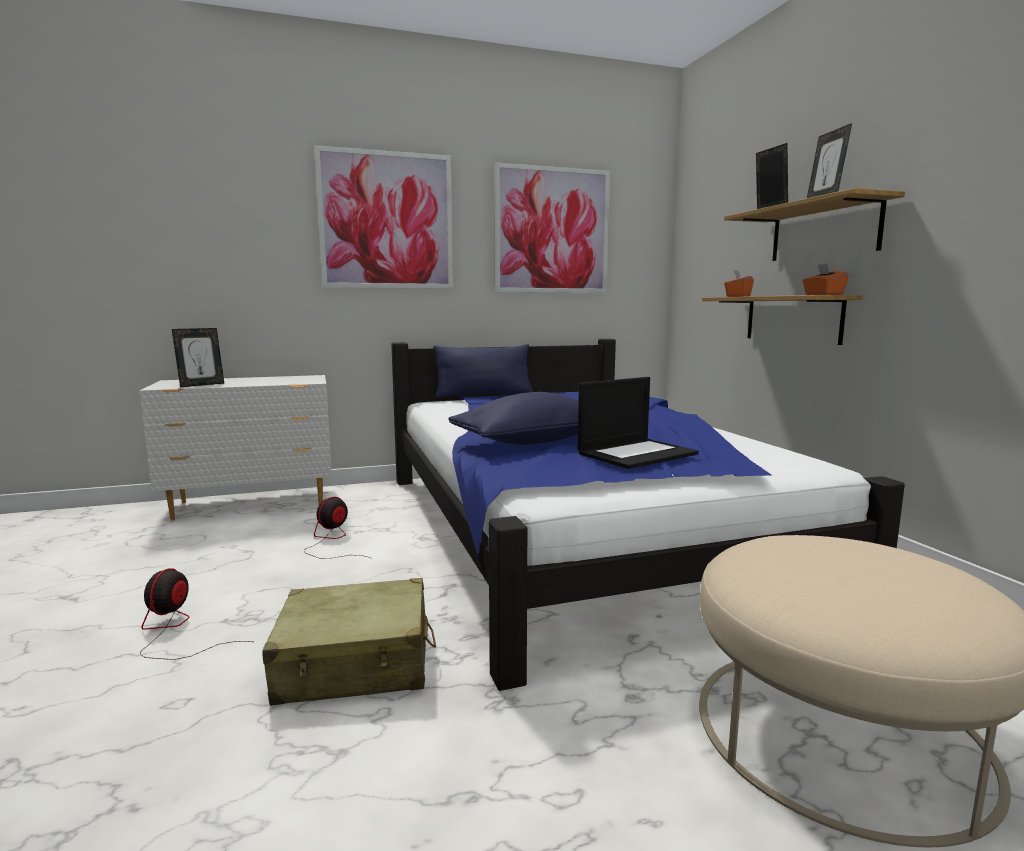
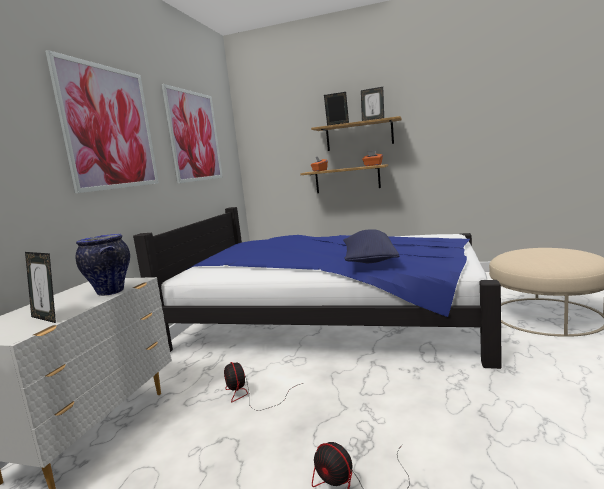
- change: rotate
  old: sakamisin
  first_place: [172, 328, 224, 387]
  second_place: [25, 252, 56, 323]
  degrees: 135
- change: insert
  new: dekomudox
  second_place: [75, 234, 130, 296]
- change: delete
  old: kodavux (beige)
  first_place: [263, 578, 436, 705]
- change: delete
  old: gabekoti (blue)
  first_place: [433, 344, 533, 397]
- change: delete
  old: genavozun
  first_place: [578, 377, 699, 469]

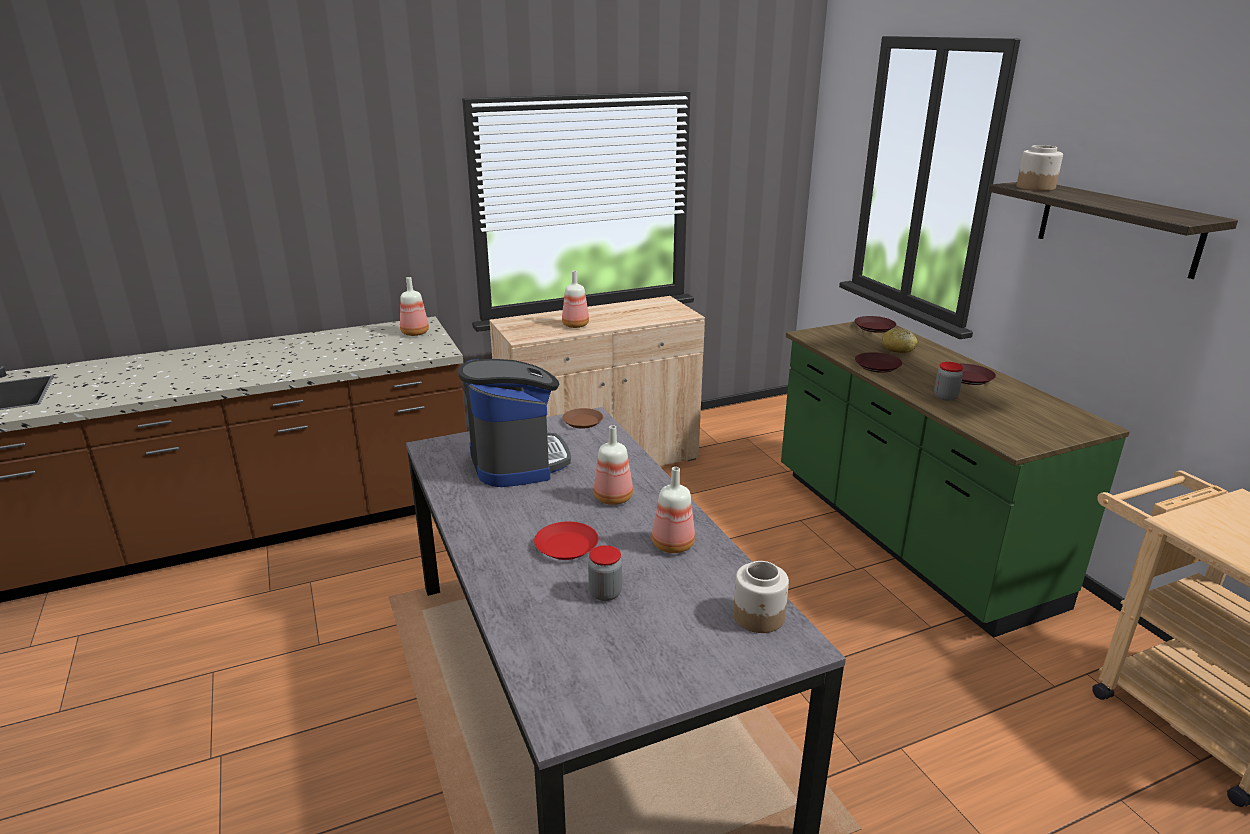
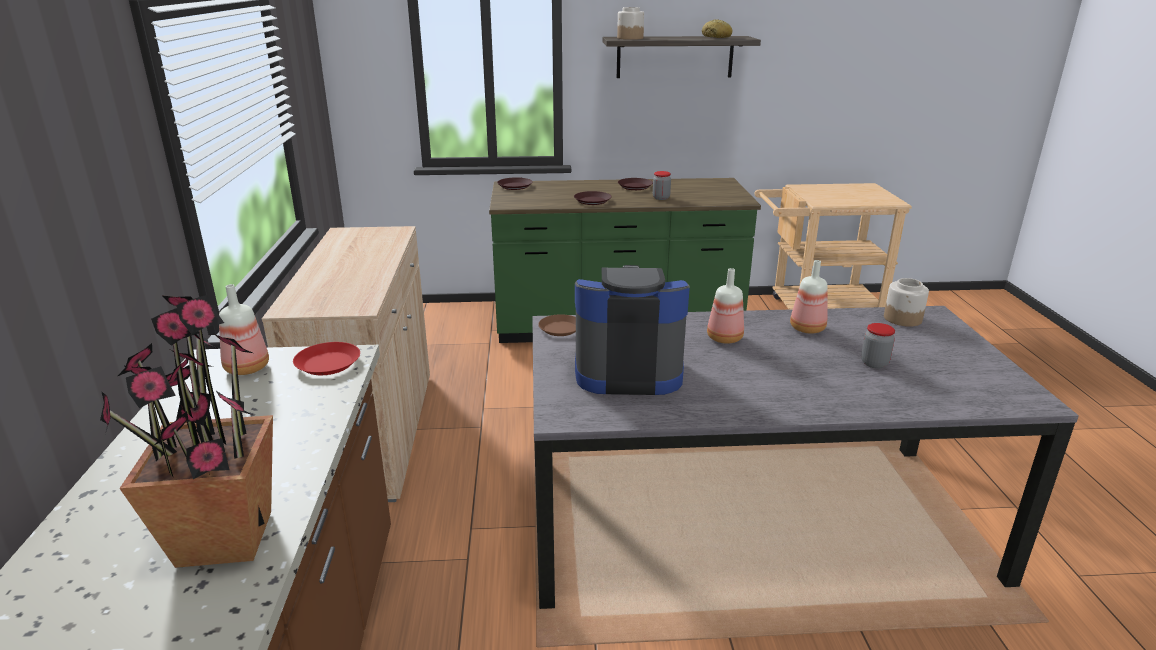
- change: insert
  new: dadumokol
  second_place: [100, 295, 273, 568]
- change: move
  old: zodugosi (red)
  first_place: [534, 522, 598, 560]
  second_place: [293, 342, 360, 375]
- change: move
  old: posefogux
  first_place: [882, 328, 918, 353]
  second_place: [702, 19, 732, 38]
- change: delete
  old: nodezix
  first_place: [562, 271, 589, 328]

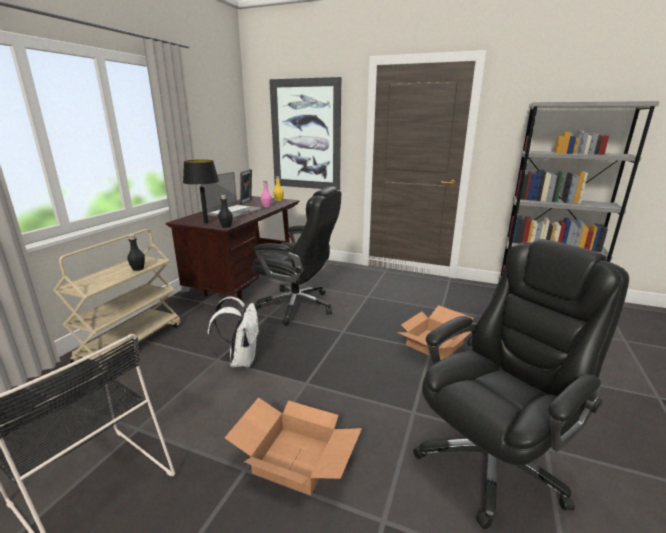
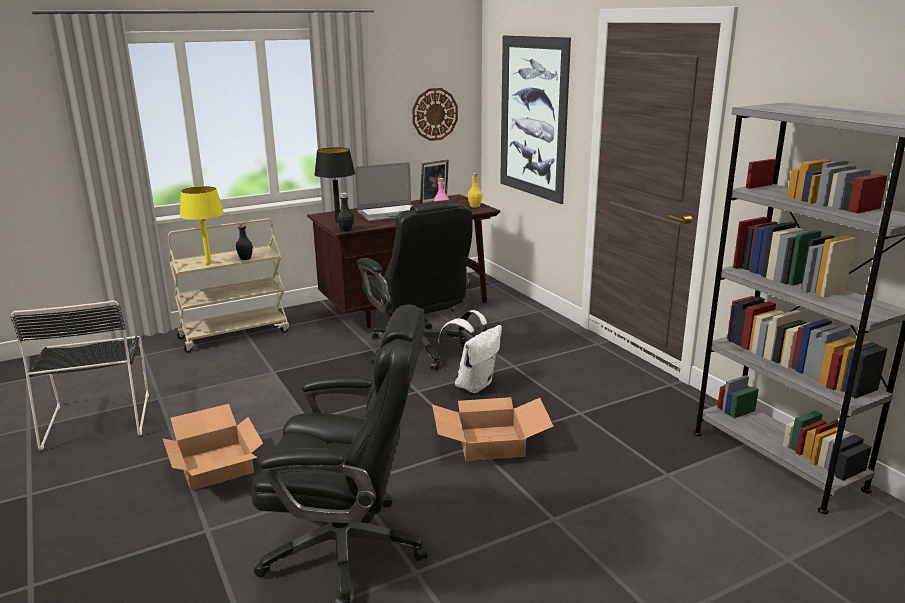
- change: insert
  new: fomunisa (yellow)
  second_place: [180, 186, 224, 265]
- change: insert
  new: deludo
  second_place: [412, 88, 458, 141]
- change: move
  old: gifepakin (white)
  first_place: [207, 297, 260, 367]
  second_place: [437, 310, 502, 393]

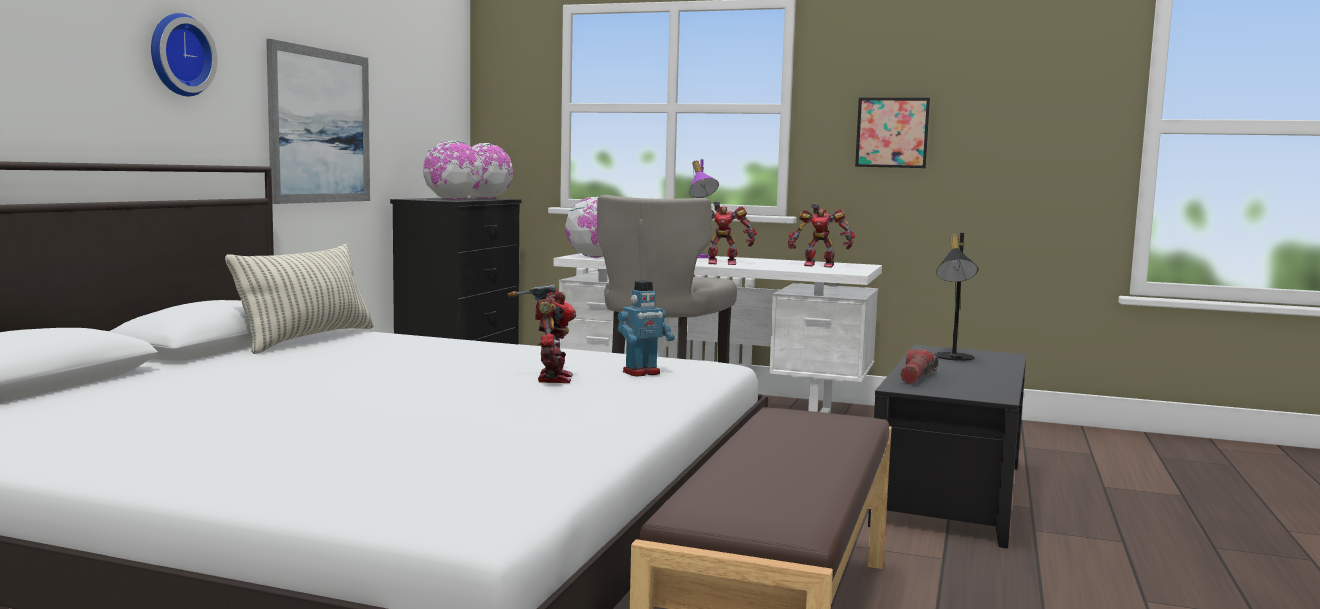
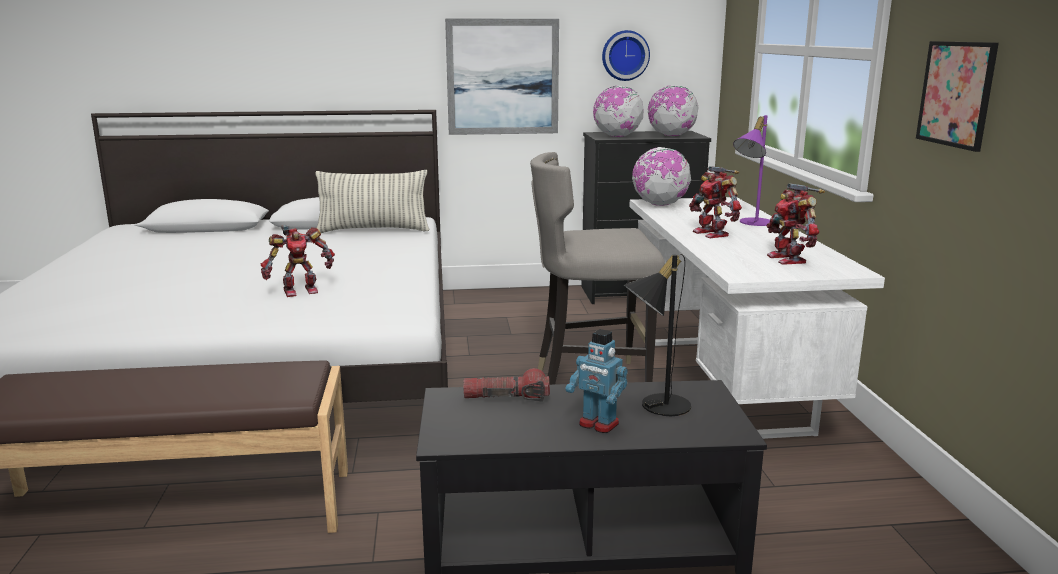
- change: move
  old: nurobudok
  first_place: [618, 281, 675, 377]
  second_place: [565, 329, 628, 433]
- change: move
  old: deludo
  first_place: [151, 13, 217, 96]
  second_place: [602, 30, 650, 81]

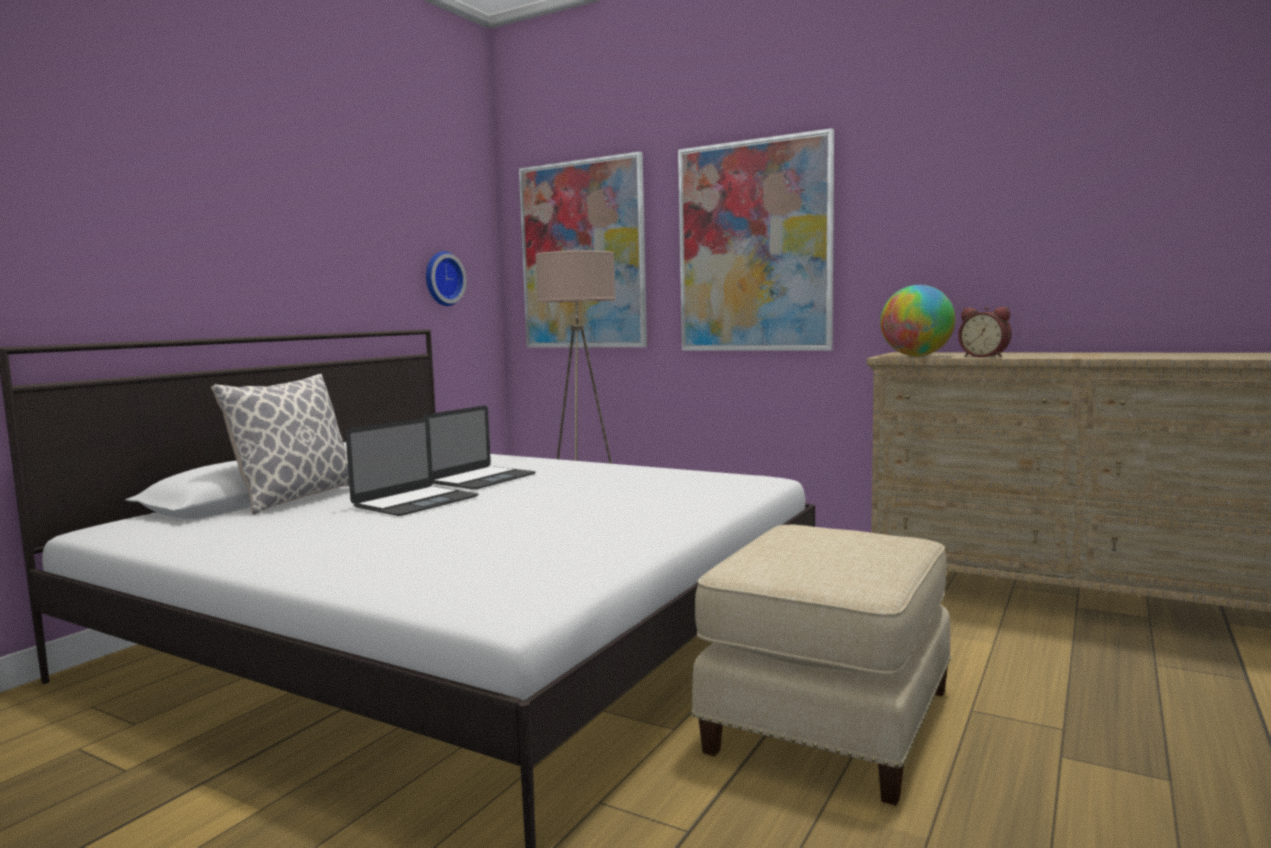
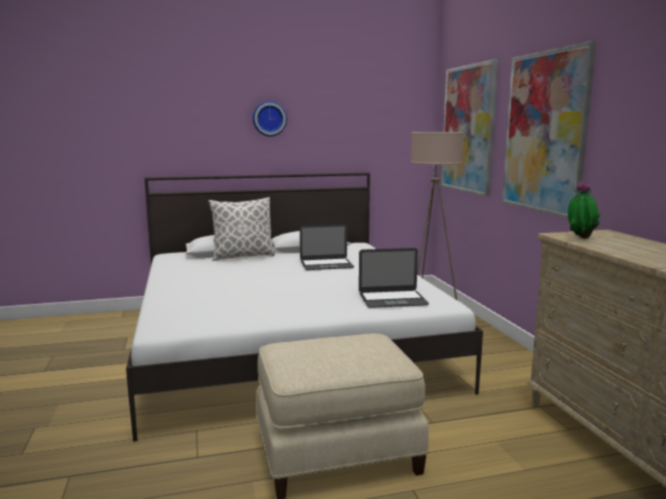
- change: move
  old: deludo
  first_place: [426, 251, 466, 306]
  second_place: [253, 101, 287, 136]
- change: move
  old: genavozun
  first_place: [346, 417, 479, 516]
  second_place: [359, 248, 429, 308]
- change: replace
  old: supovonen
  new: dadumokol
  first_place: [880, 285, 955, 356]
  second_place: [568, 181, 601, 239]
- change: delete
  old: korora
  first_place: [958, 307, 1012, 357]

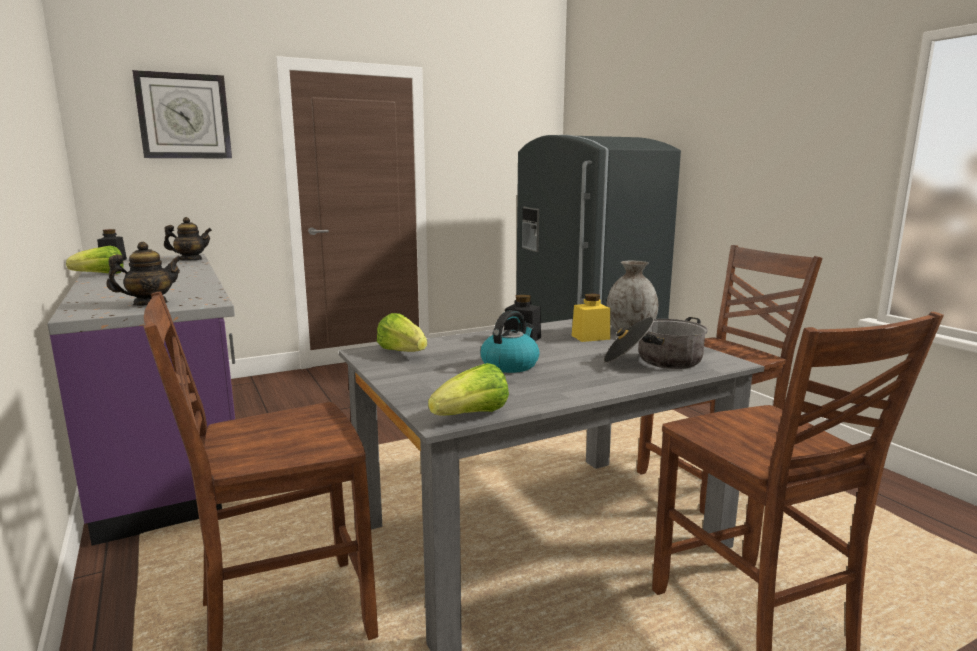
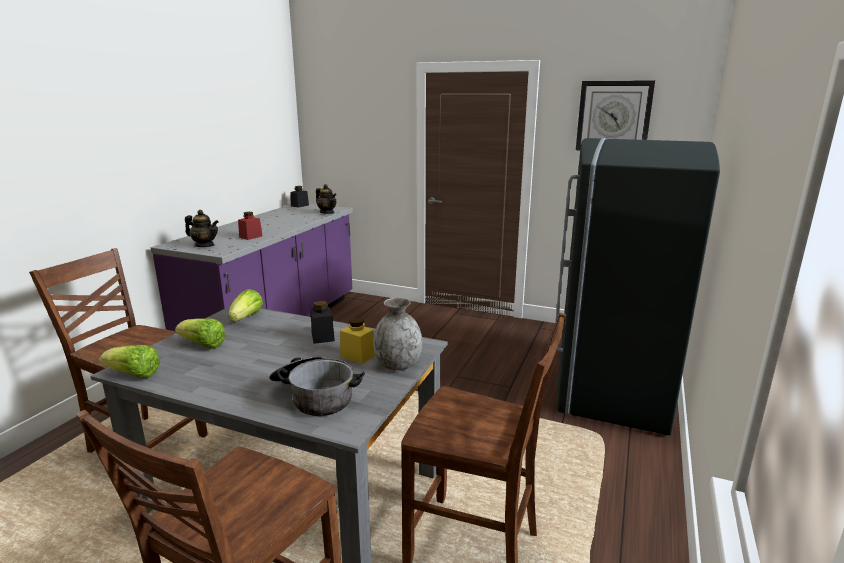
- change: move
  old: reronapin
  first_place: [66, 246, 124, 274]
  second_place: [175, 318, 225, 349]
- change: insert
  new: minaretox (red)
  second_place: [238, 212, 263, 240]
- change: move
  old: deludo
  first_place: [132, 70, 232, 158]
  second_place: [576, 80, 655, 150]
- change: delete
  old: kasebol
  first_place: [481, 310, 539, 373]

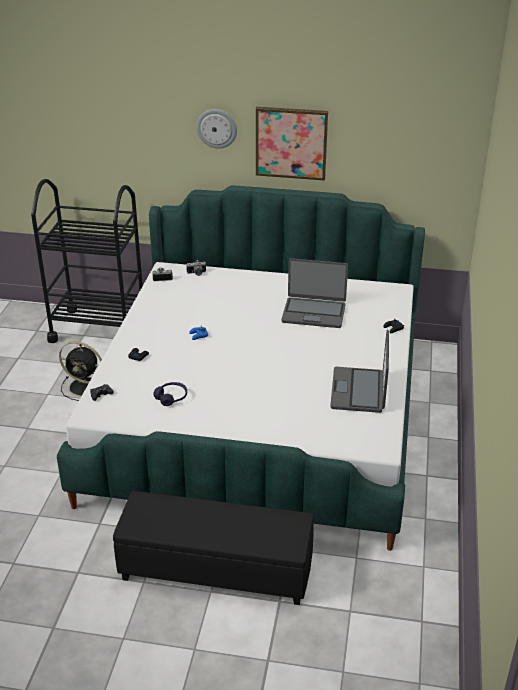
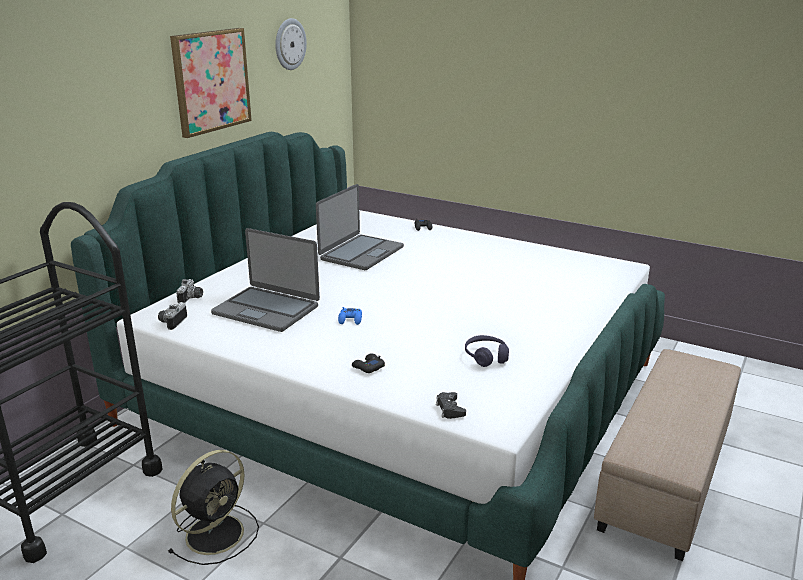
- change: move
  old: genavozun
  first_place: [330, 329, 389, 413]
  second_place: [211, 228, 320, 332]
- change: move
  old: deludo
  first_place: [196, 109, 237, 149]
  second_place: [275, 18, 307, 70]
- change: recolor
  old: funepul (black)
  new: funepul (beige)
  first_place: [113, 491, 314, 605]
  second_place: [594, 349, 741, 561]

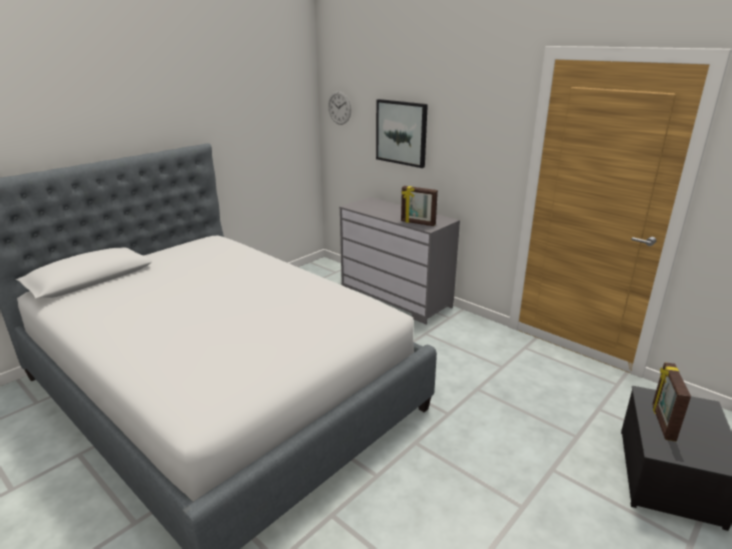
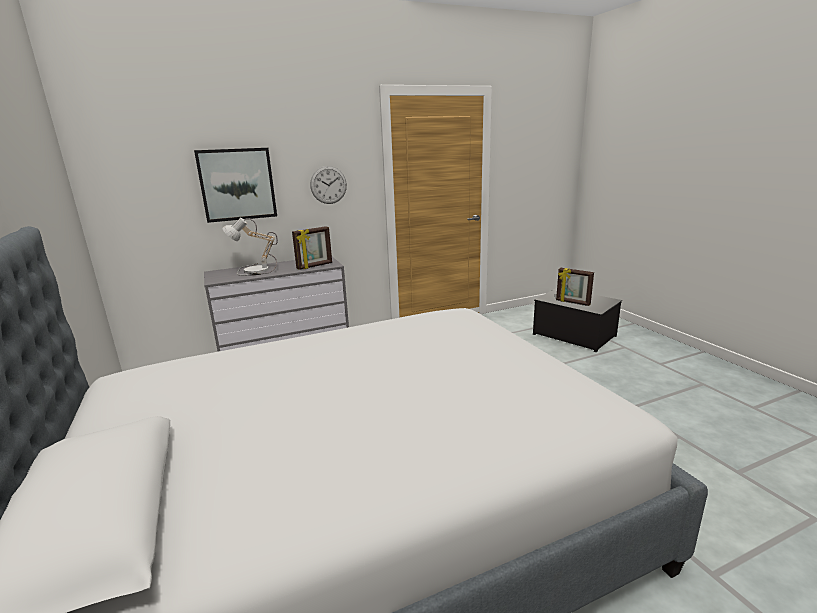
- change: insert
  new: fomunisa
  second_place: [222, 217, 278, 276]
- change: move
  old: deludo
  first_place: [328, 91, 351, 125]
  second_place: [310, 166, 347, 204]

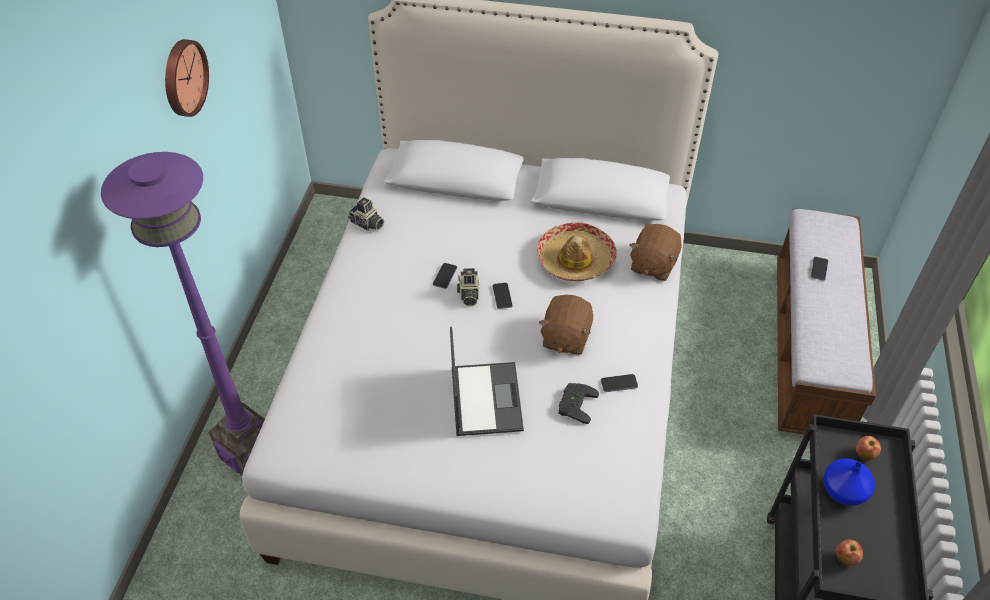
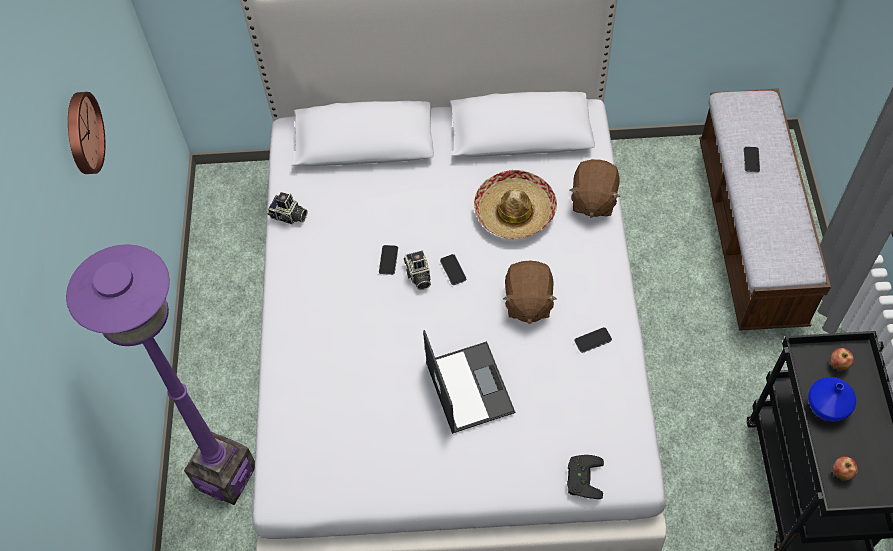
- change: move
  old: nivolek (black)
  first_place: [559, 383, 599, 424]
  second_place: [567, 455, 604, 499]

